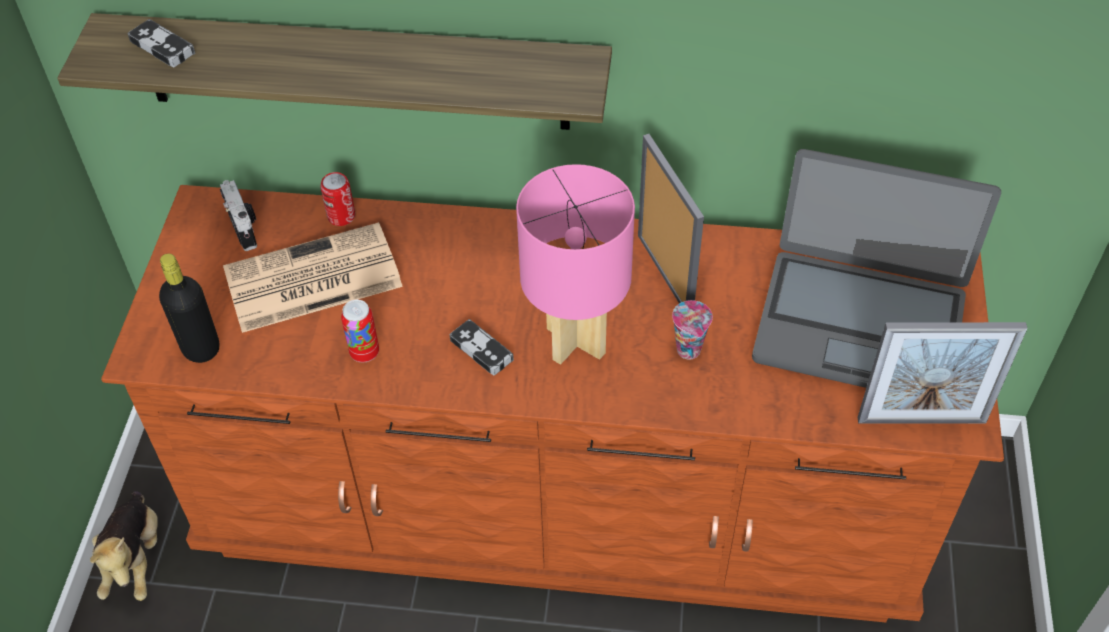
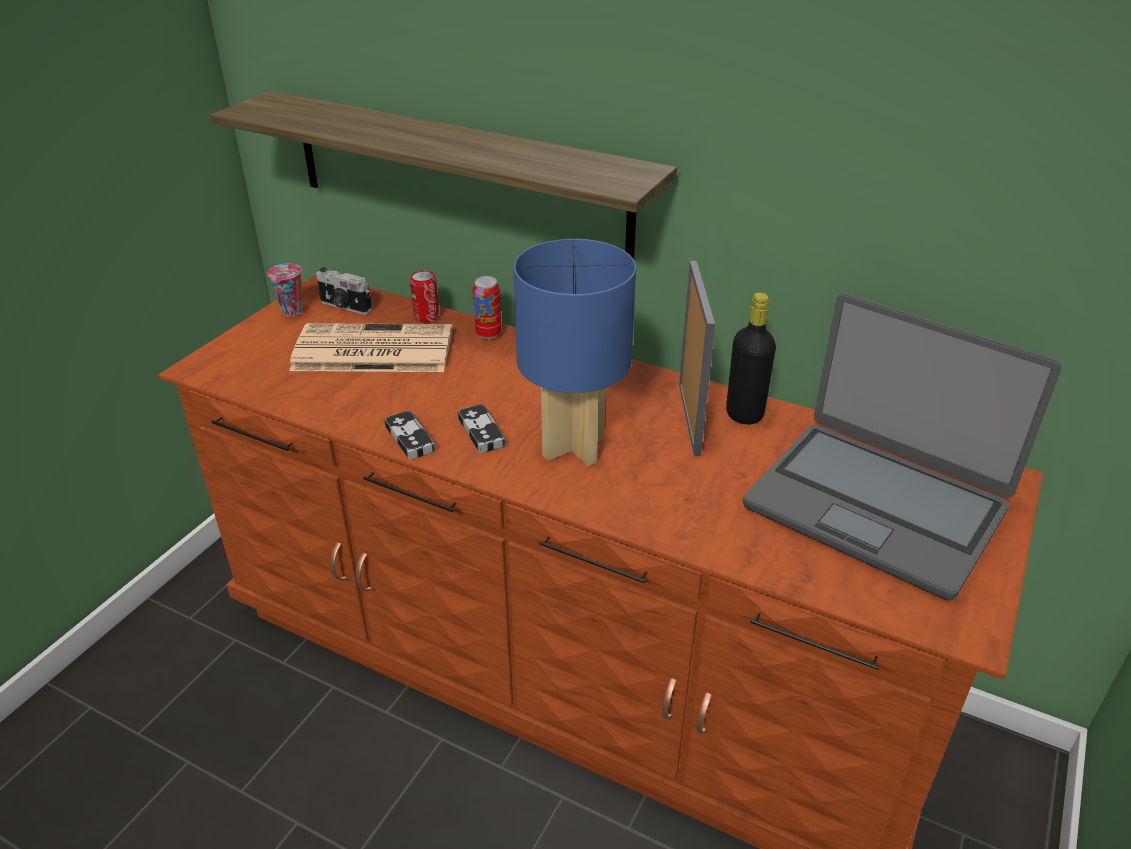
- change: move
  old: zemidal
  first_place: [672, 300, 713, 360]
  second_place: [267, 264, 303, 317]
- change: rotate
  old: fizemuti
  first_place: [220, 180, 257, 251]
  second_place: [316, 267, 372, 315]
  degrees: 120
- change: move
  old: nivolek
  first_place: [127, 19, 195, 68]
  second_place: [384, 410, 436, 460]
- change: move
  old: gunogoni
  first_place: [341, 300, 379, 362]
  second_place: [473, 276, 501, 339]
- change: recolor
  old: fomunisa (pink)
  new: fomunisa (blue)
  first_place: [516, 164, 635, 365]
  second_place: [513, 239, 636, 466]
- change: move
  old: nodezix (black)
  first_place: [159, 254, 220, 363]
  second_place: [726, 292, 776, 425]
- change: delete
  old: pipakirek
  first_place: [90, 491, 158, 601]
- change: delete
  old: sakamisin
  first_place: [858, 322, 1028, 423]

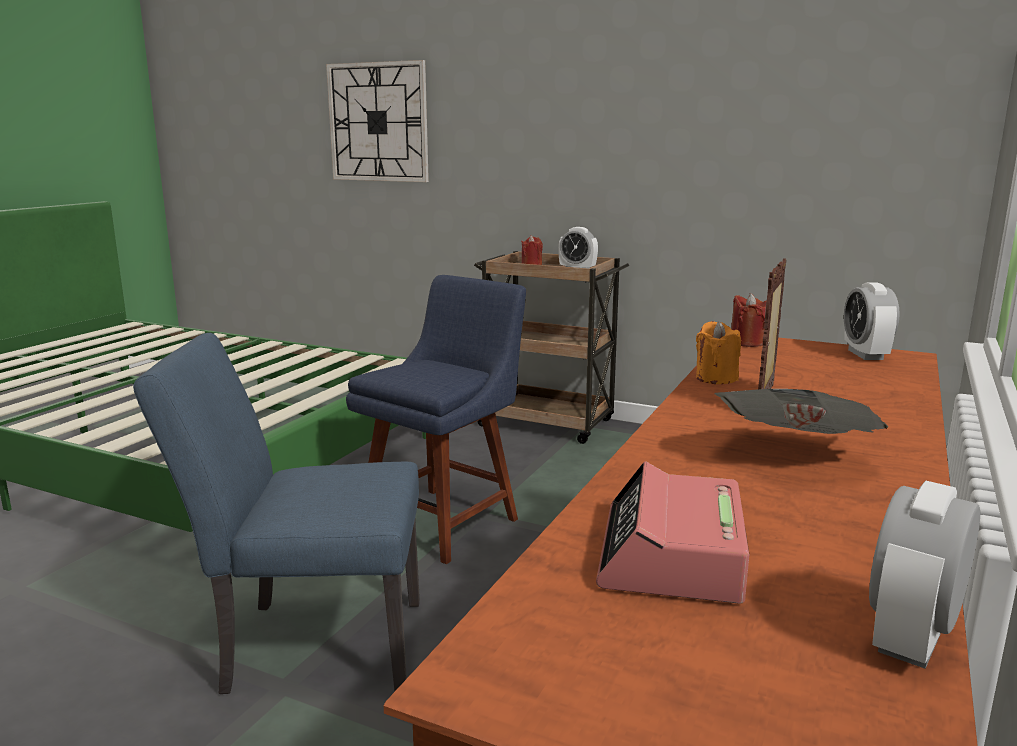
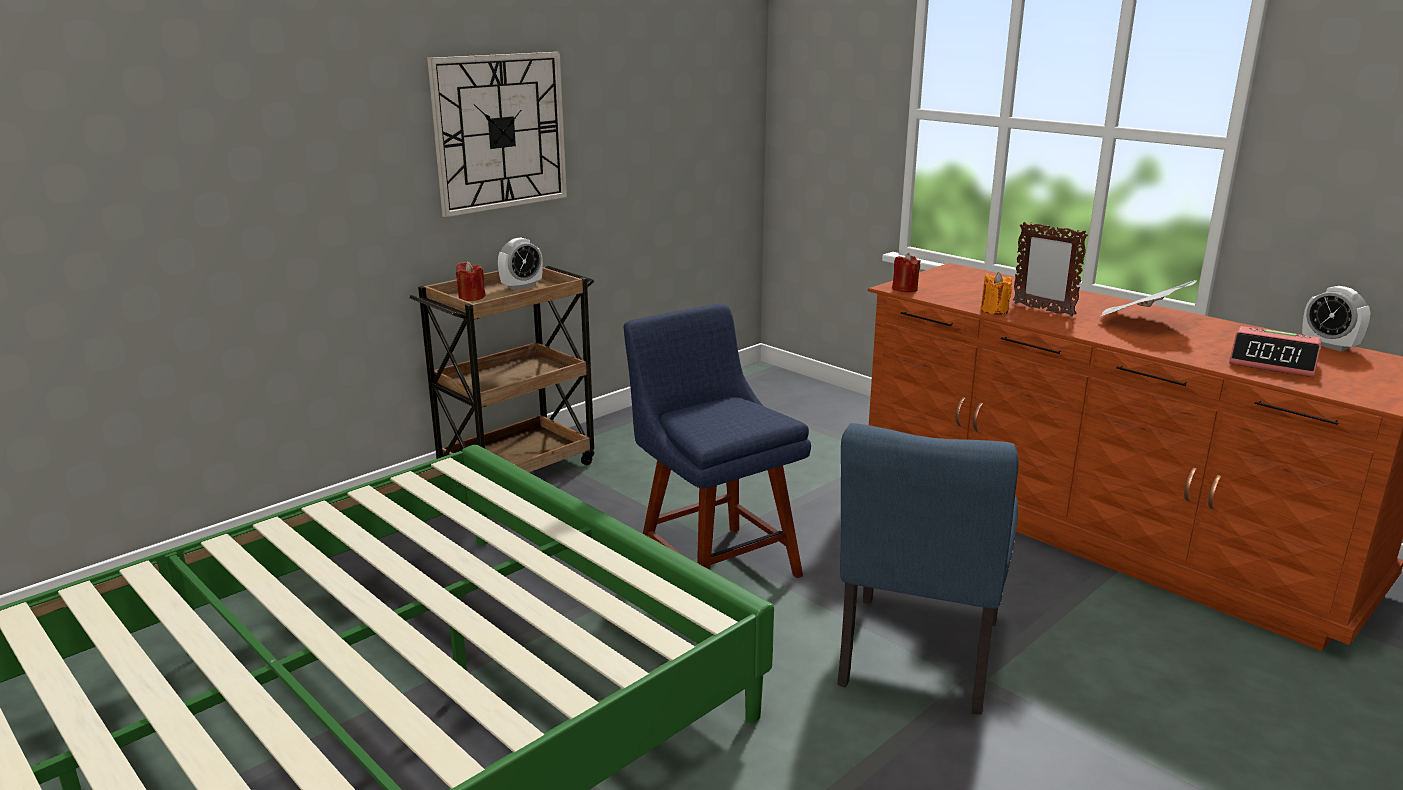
- change: move
  old: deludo
  first_place: [326, 60, 429, 182]
  second_place: [427, 52, 567, 217]
- change: delete
  old: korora
  first_place: [844, 282, 900, 360]

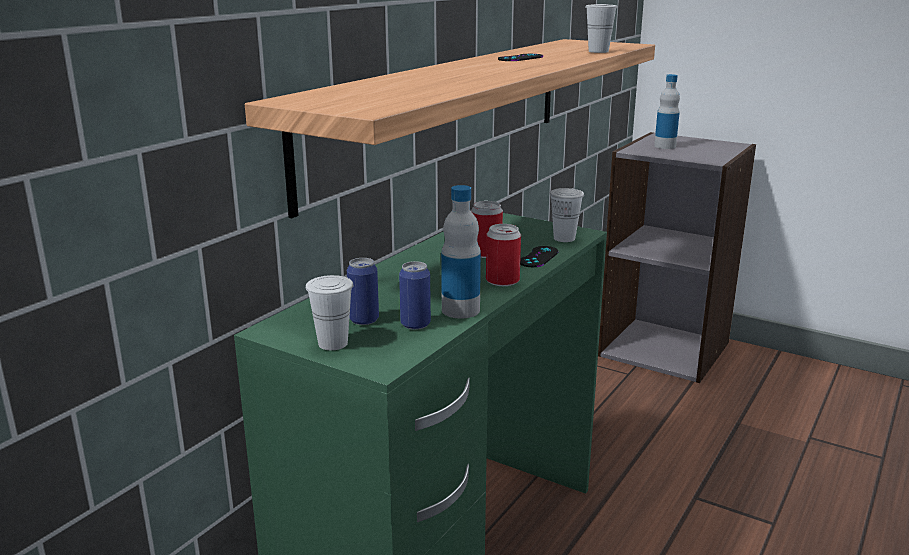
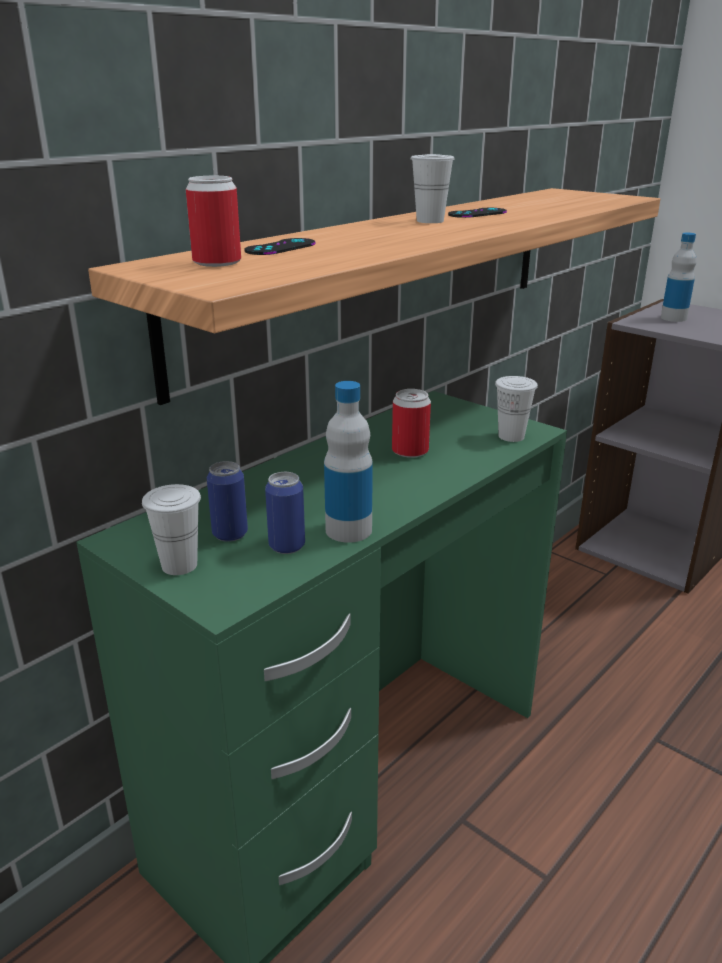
- change: move
  old: gunogoni
  first_place: [486, 224, 521, 286]
  second_place: [186, 176, 241, 267]
- change: move
  old: nivolek (black)
  first_place: [520, 246, 558, 267]
  second_place: [244, 238, 315, 255]
- change: move
  old: zemidal (white)
  first_place: [586, 4, 618, 53]
  second_place: [411, 154, 455, 223]

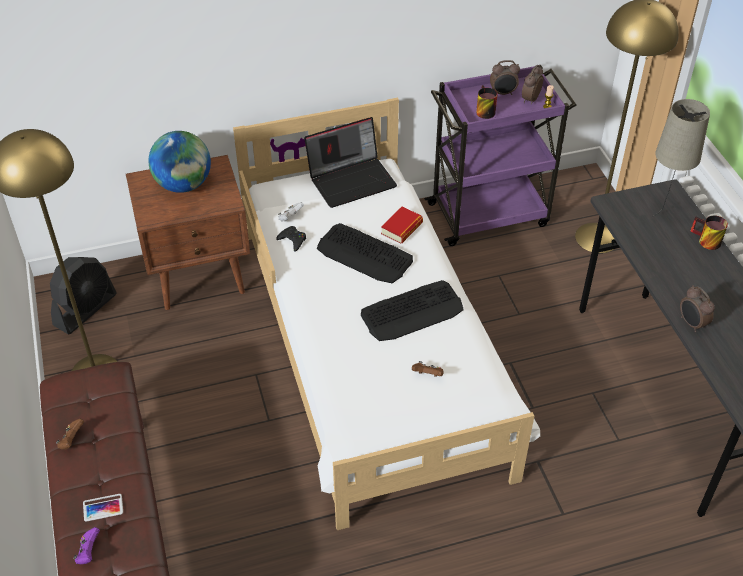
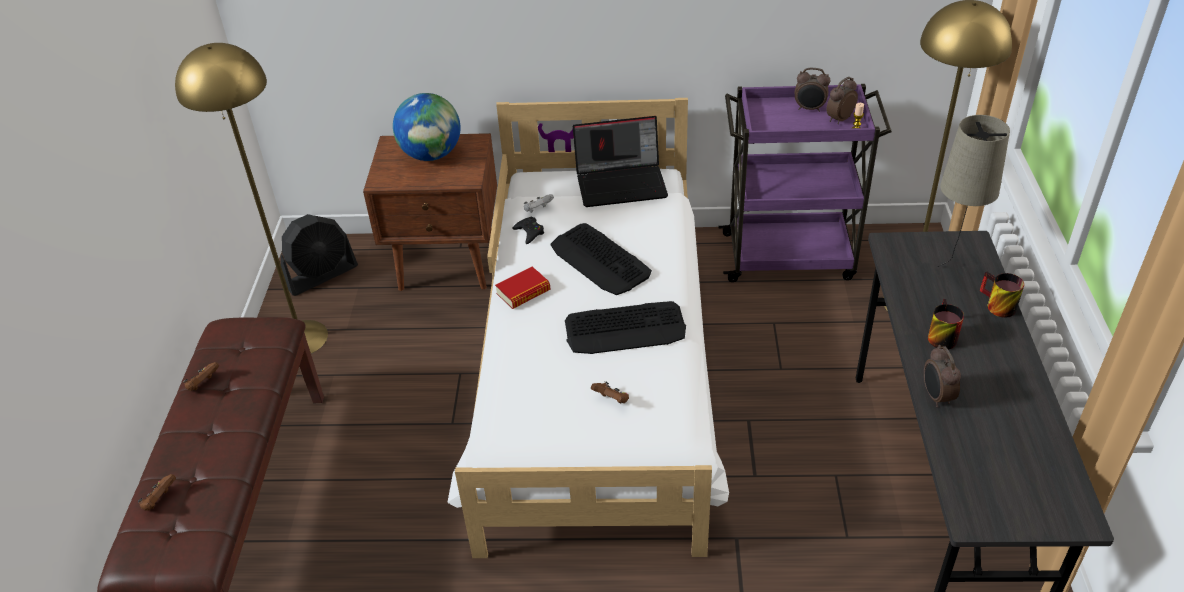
- change: recolor
  old: nivolek (purple)
  new: nivolek (brown)
  first_place: [73, 527, 100, 564]
  second_place: [138, 474, 176, 511]
- change: move
  old: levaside
  first_place: [381, 207, 423, 244]
  second_place: [495, 267, 551, 309]
- change: move
  old: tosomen
  first_place: [476, 85, 497, 119]
  second_place: [928, 299, 964, 349]
- change: delete
  old: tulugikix
  first_place: [83, 494, 123, 522]

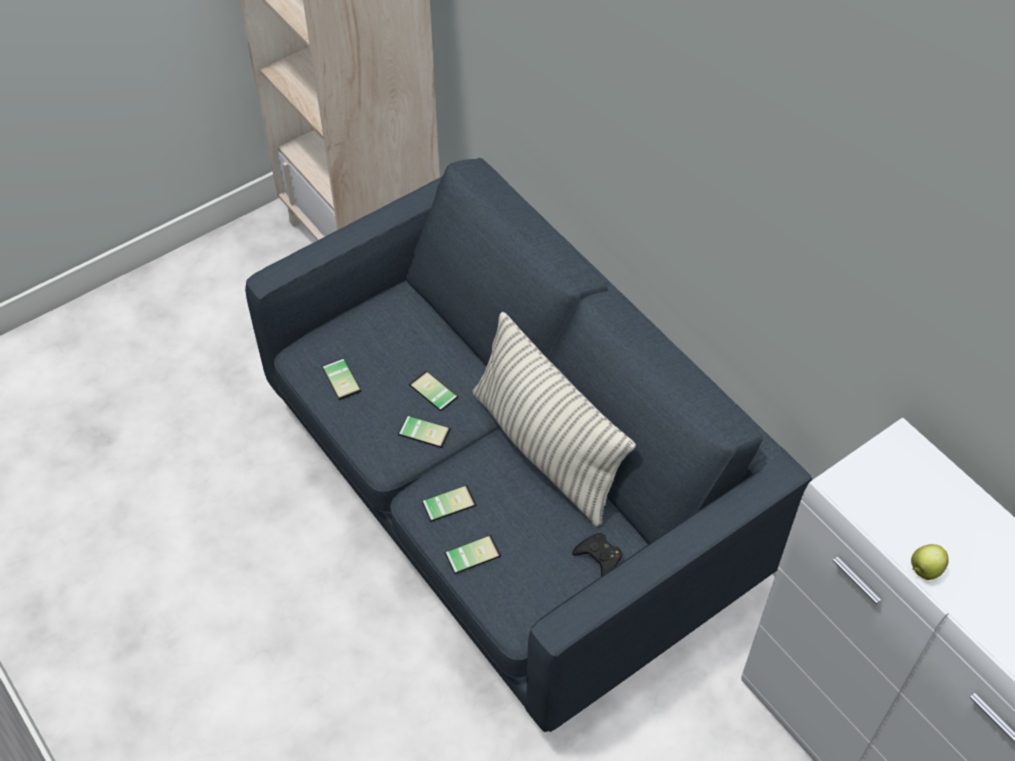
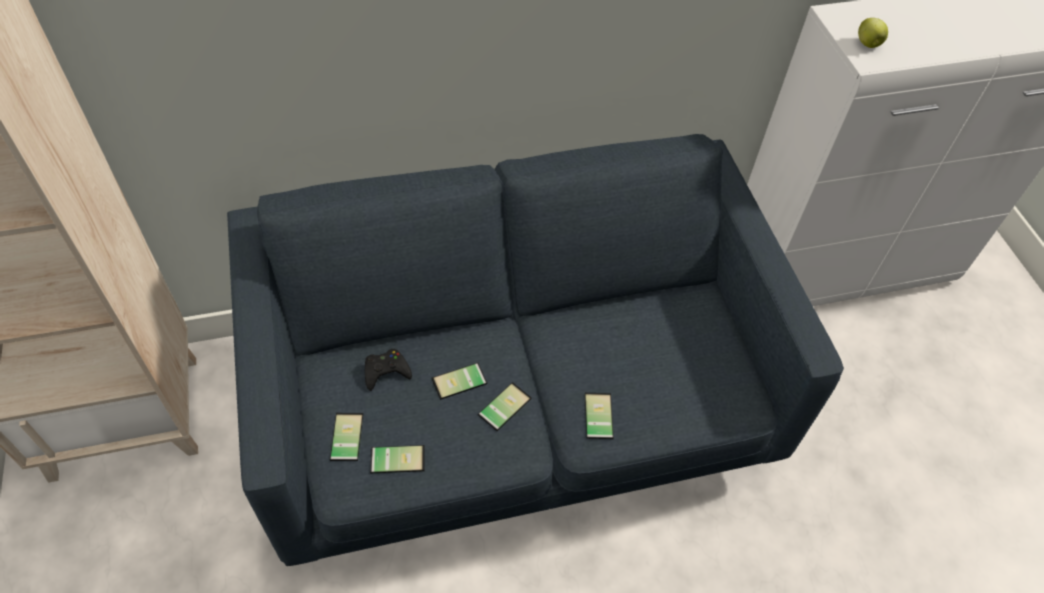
- change: move
  old: tulugikix
  first_place: [445, 535, 501, 574]
  second_place: [330, 413, 363, 461]
- change: move
  old: nivolek (black)
  first_place: [572, 533, 622, 577]
  second_place: [365, 349, 412, 391]
- change: move
  old: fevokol
  first_place: [911, 544, 949, 580]
  second_place: [858, 18, 888, 48]
- change: delete
  old: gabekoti
  first_place: [473, 312, 636, 526]

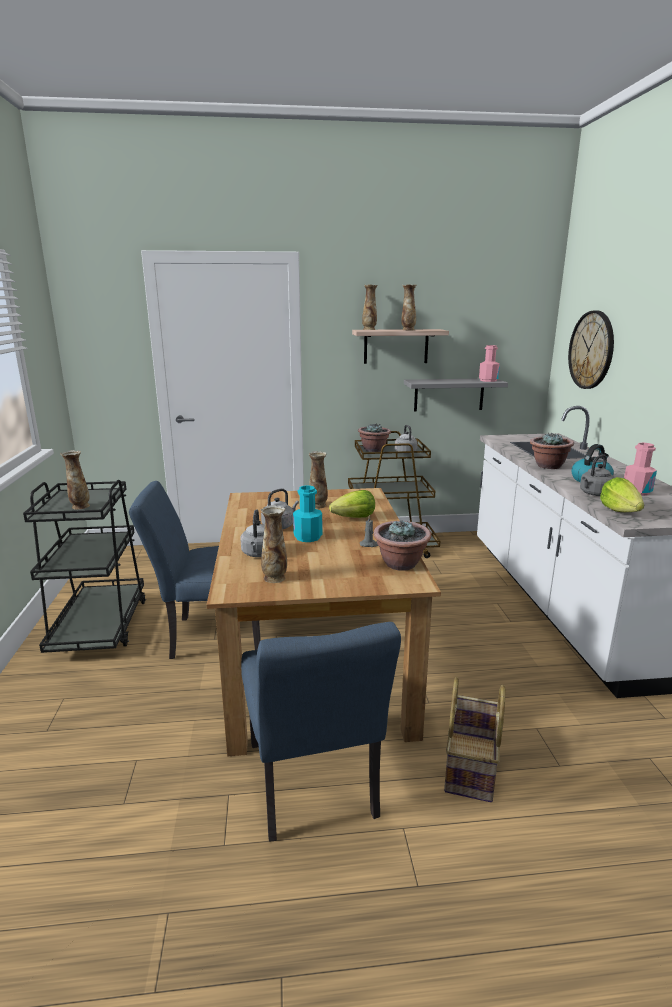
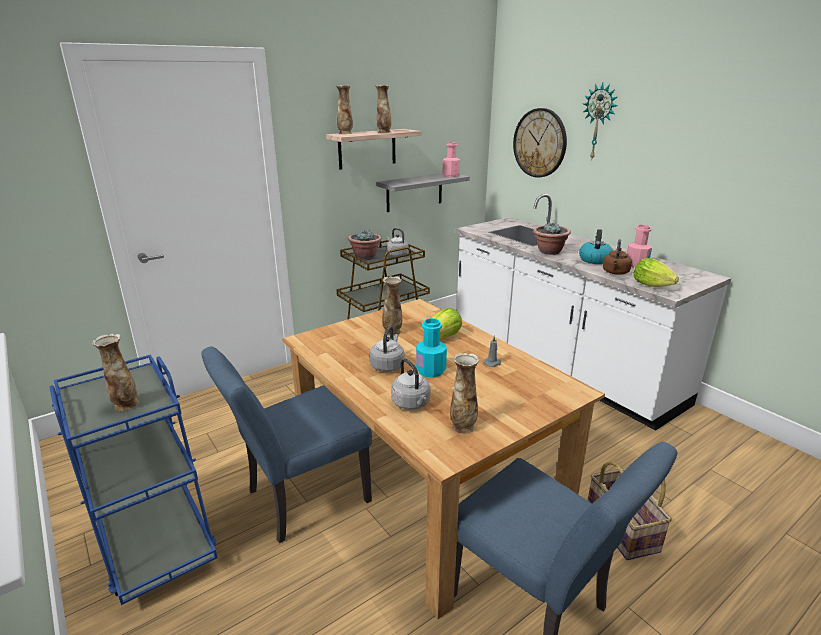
- change: recolor
  old: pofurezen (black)
  new: pofurezen (blue)
  first_place: [23, 480, 146, 653]
  second_place: [50, 354, 218, 605]
- change: insert
  new: deludo
  second_place: [583, 83, 617, 161]
- change: recolor
  old: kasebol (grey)
  new: kasebol (brown)
  first_place: [580, 455, 615, 496]
  second_place: [603, 239, 632, 275]
- change: delete
  old: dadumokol
  first_place: [373, 520, 431, 571]

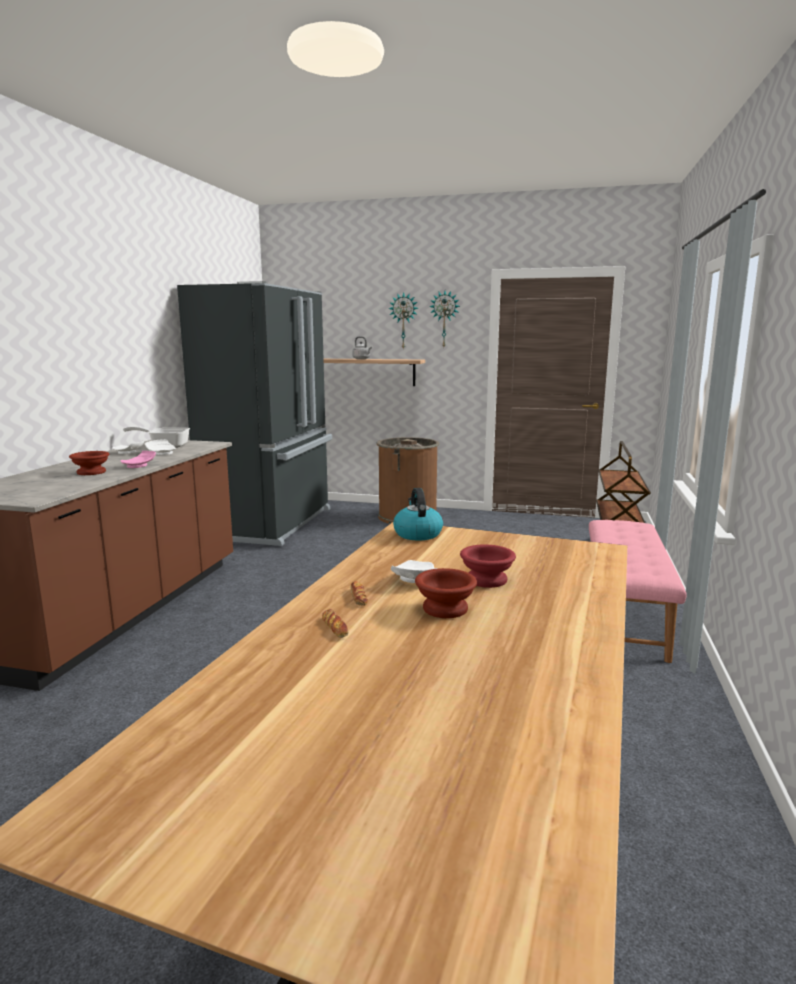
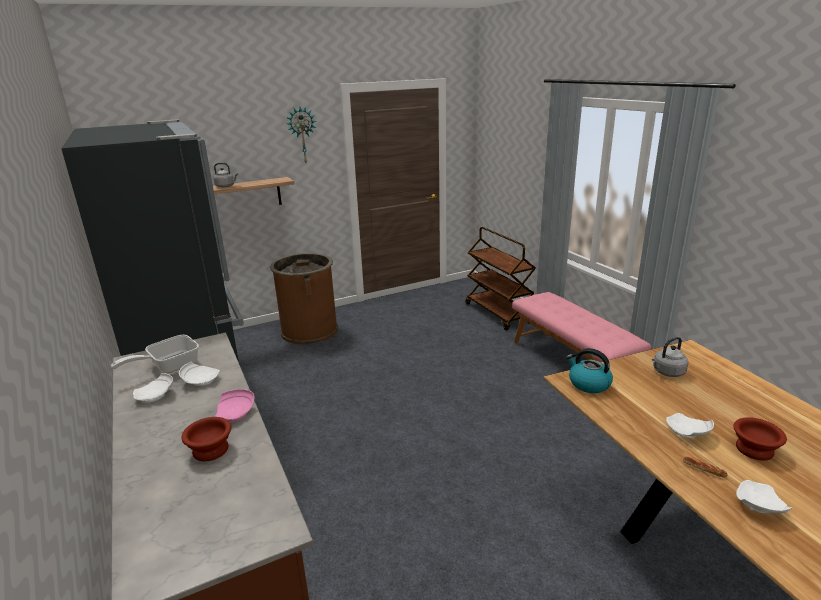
- change: insert
  new: kasebol (grey)
  second_place: [652, 337, 689, 377]
- change: replace
  old: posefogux
  new: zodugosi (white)
  first_place: [322, 609, 349, 638]
  second_place: [736, 480, 792, 514]
- change: delete
  old: deludo
  first_place: [388, 292, 418, 350]
- change: delete
  old: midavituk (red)
  first_place: [460, 544, 516, 588]

